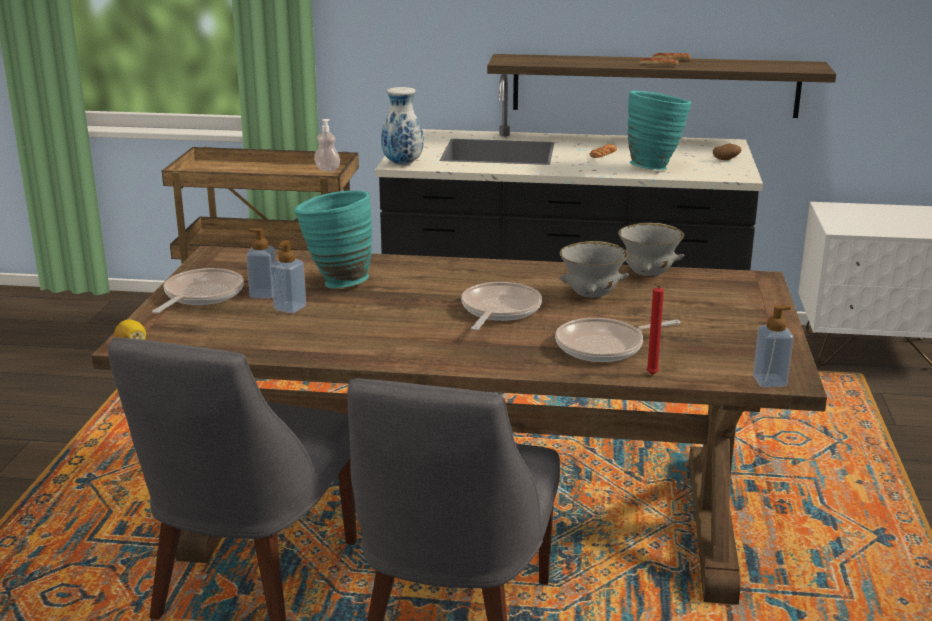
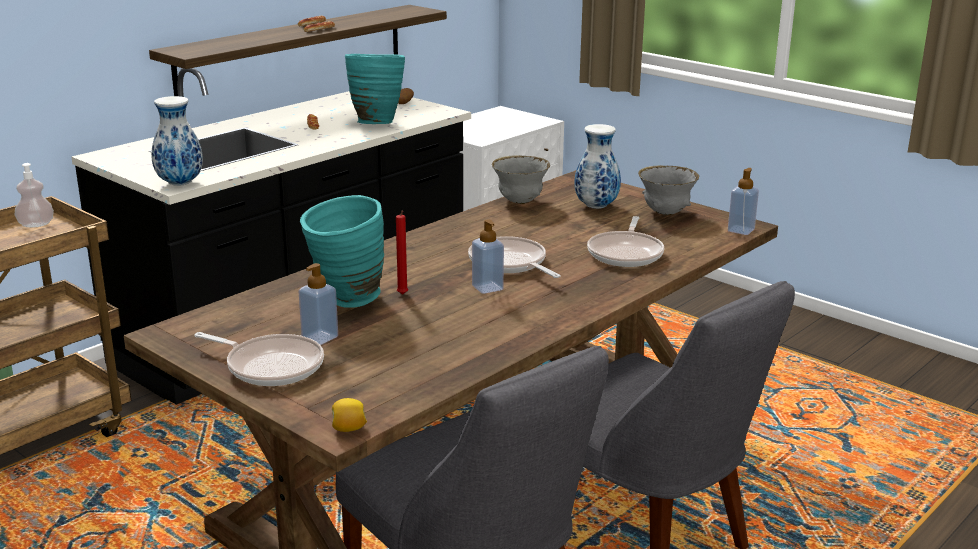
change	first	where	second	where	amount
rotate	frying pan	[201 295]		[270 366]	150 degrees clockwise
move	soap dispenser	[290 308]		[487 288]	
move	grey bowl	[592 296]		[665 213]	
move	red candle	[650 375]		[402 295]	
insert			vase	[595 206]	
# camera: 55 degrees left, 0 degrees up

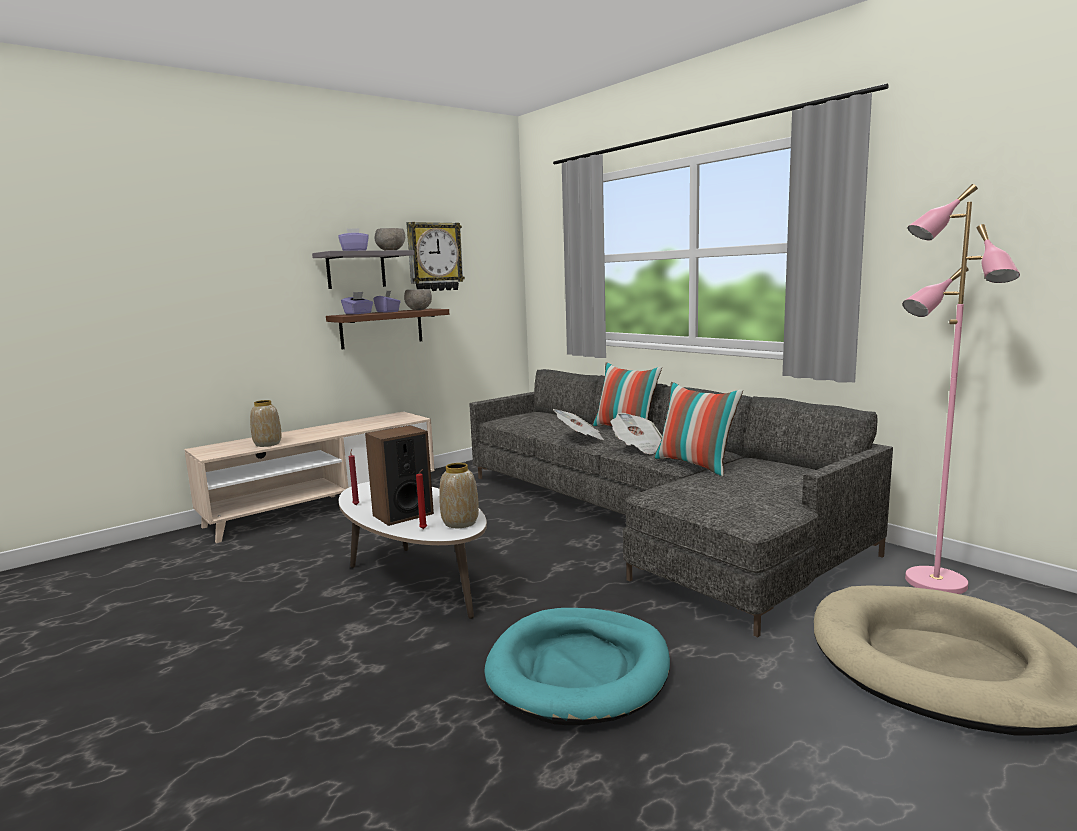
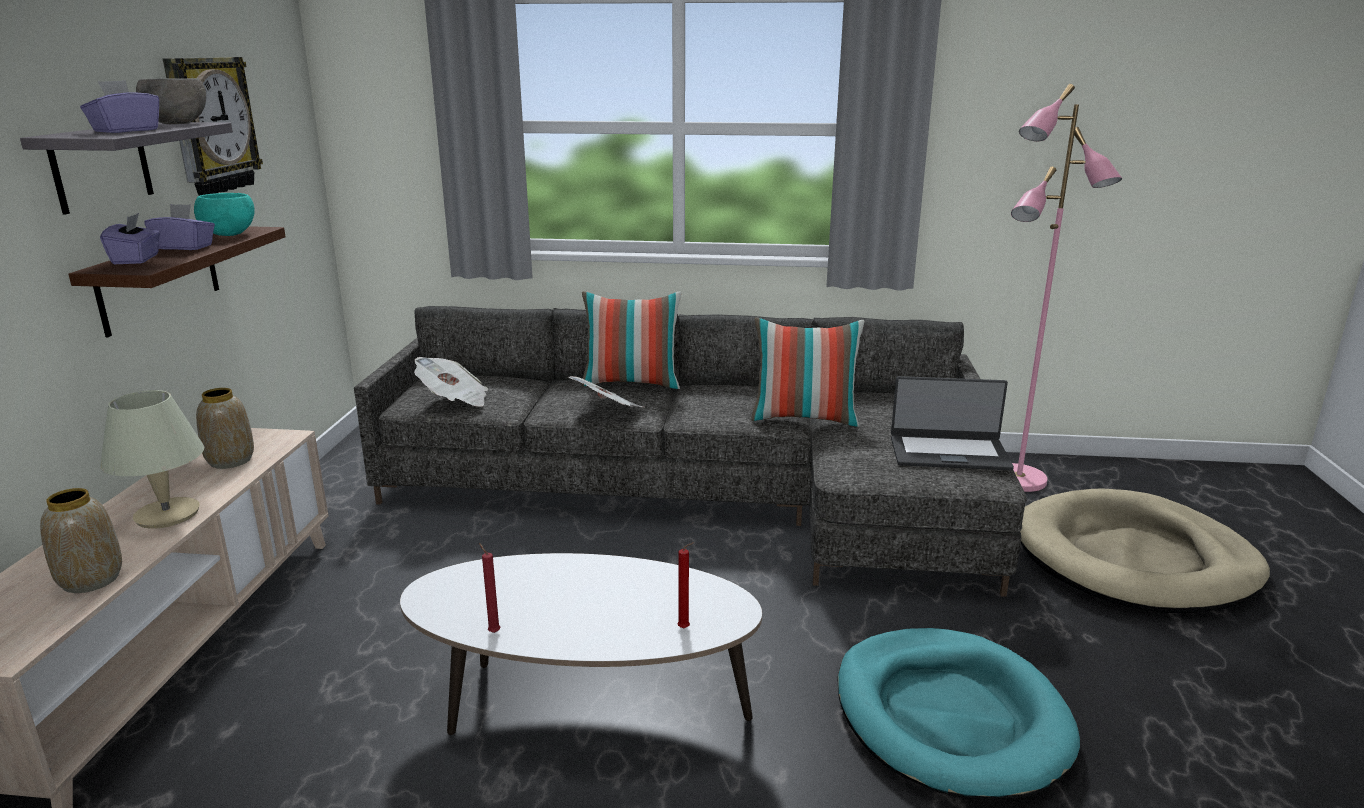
change	first	where	second	where	amount
delete	speaker	[402 514]			
recolor	grey bowl	[418 310]	turquoise bowl	[228 234]	
move	vase	[460 523]		[231 460]	
move	newspaper	[638 447]		[454 400]	
insert			beige table lamp	[168 514]	
insert			laptop	[948 453]	
# camera: 45 degrees left, 10 degrees up

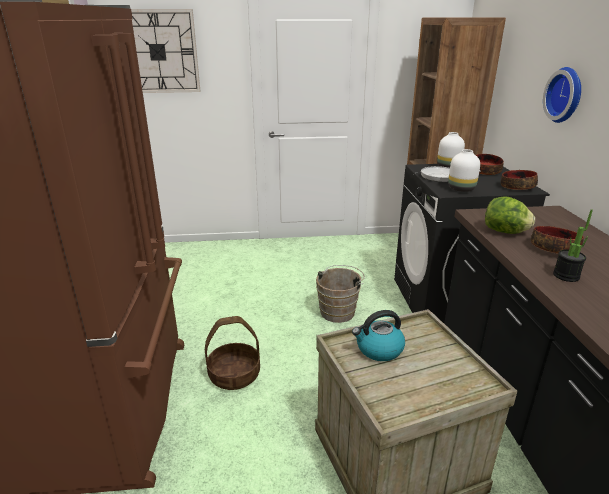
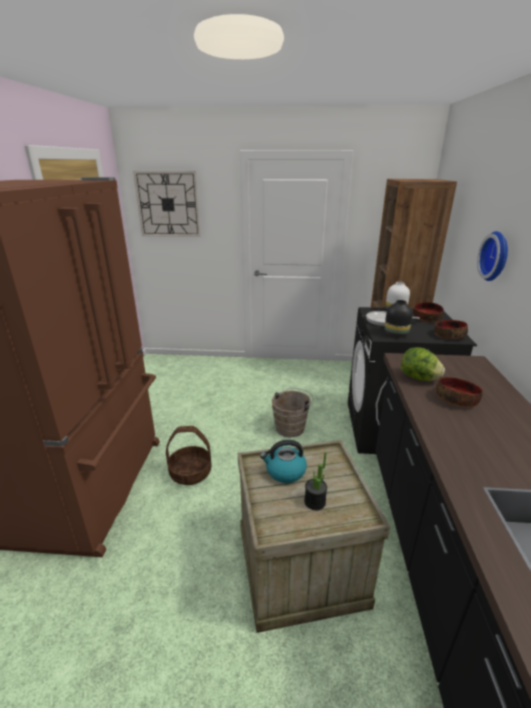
change	first	where	second	where	amount
recolor	white vase	[461 189]	black vase	[395 334]	
move	potted plant	[566 276]		[315 502]	
# camera: 10 degrees right, 0 degrees up

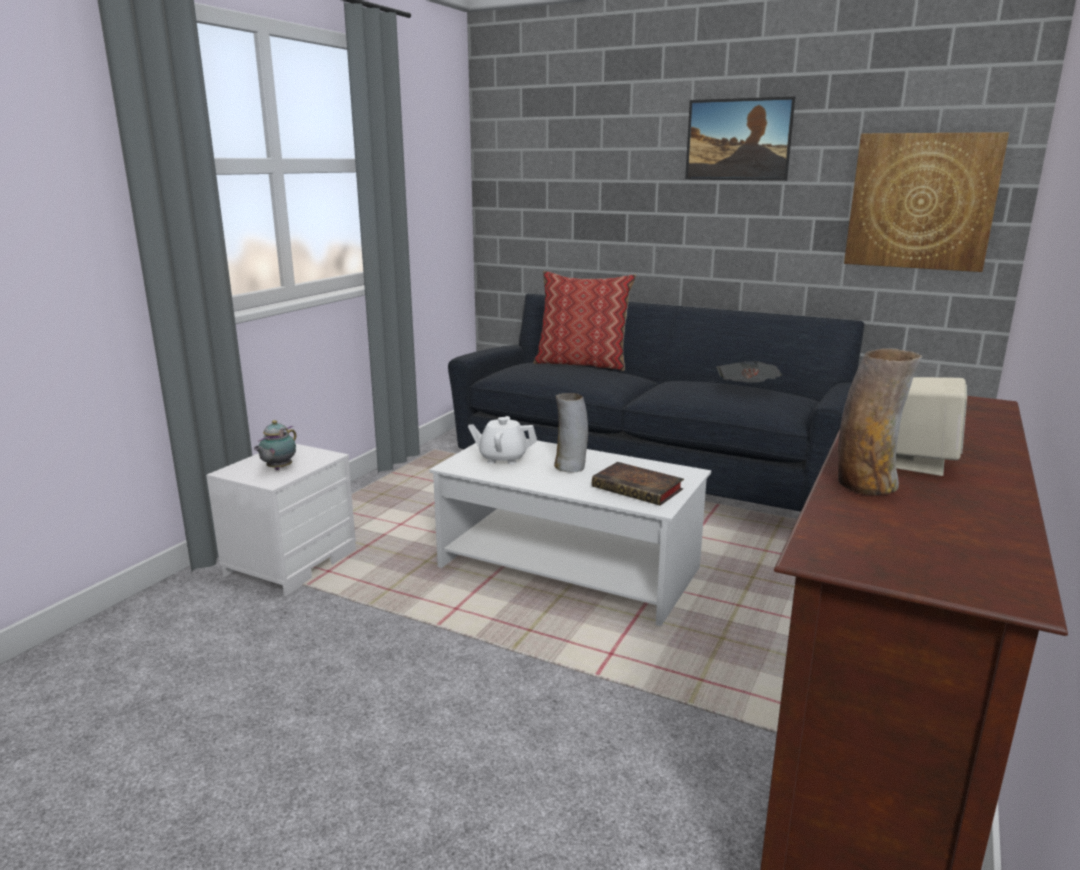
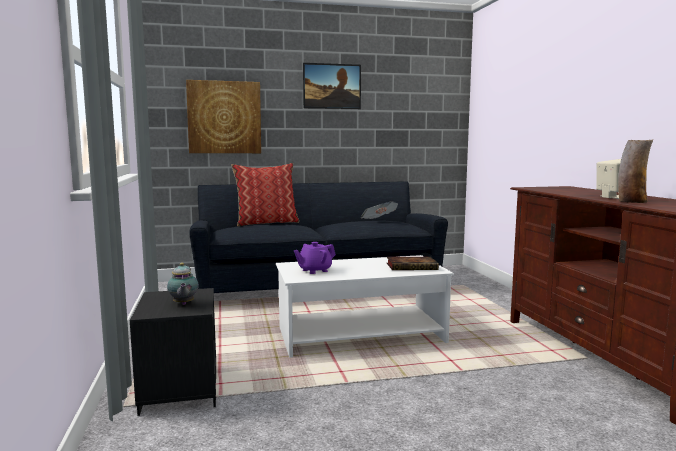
change	first	where	second	where	amount
recolor	white nightstand	[291 562]	black nightstand	[179 389]	
recolor	white teapot	[503 458]	purple teapot	[314 270]	
delete	vase	[570 467]			
move	picture	[921 201]		[224 117]	
# camera: 40 degrees left, 10 degrees down

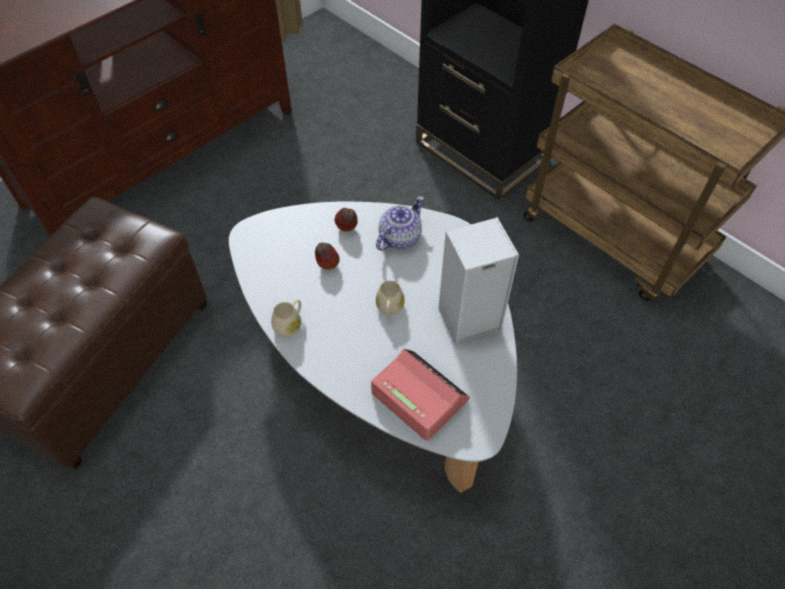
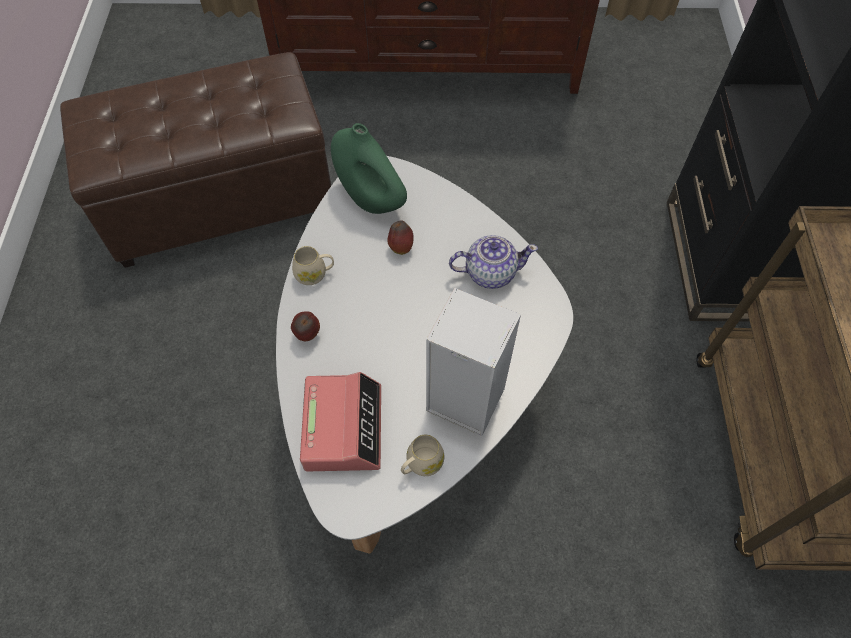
change	first	where	second	where	amount
move	apple	[347 228]		[307 335]	
move	beige mug	[389 309]		[421 464]	
insert			green vase	[371 199]	
# camera: 45 degrees right, 5 degrees up

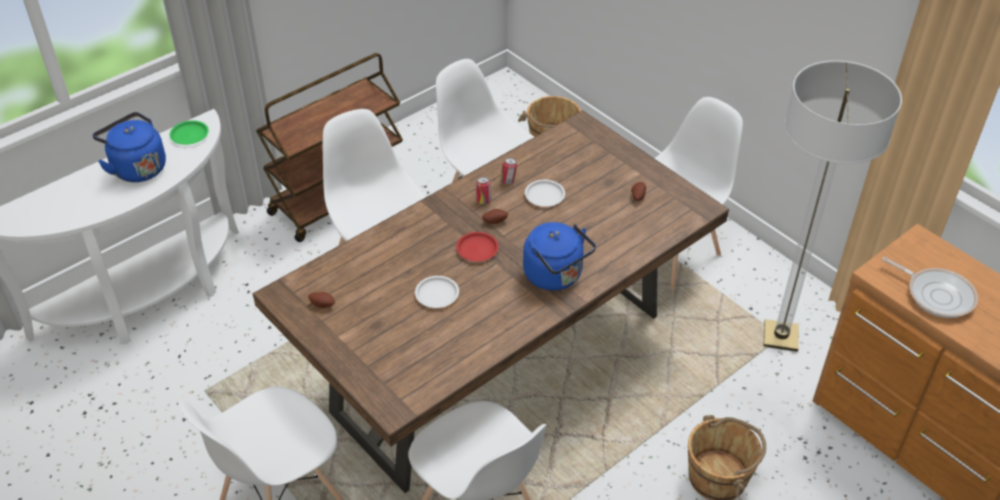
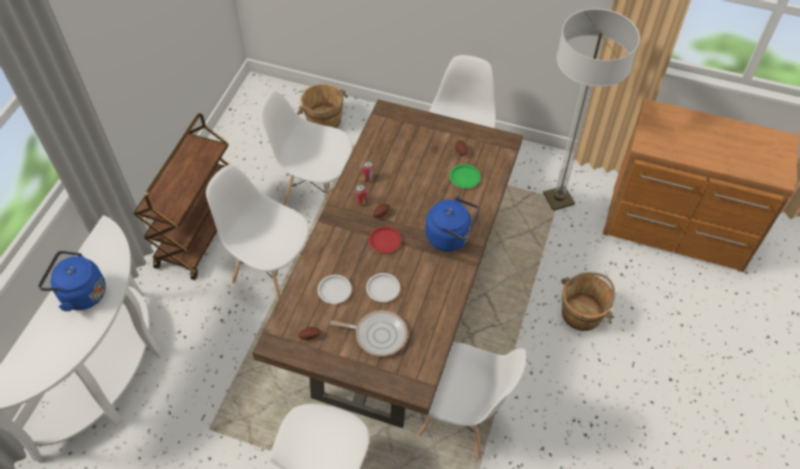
change	first	where	second	where	amount
move	green plate	[189 135]		[465 178]	
move	white plate	[545 196]		[335 291]	
move	frying pan	[936 294]		[378 334]	
# camera: 30 degrees left, 10 degrees up

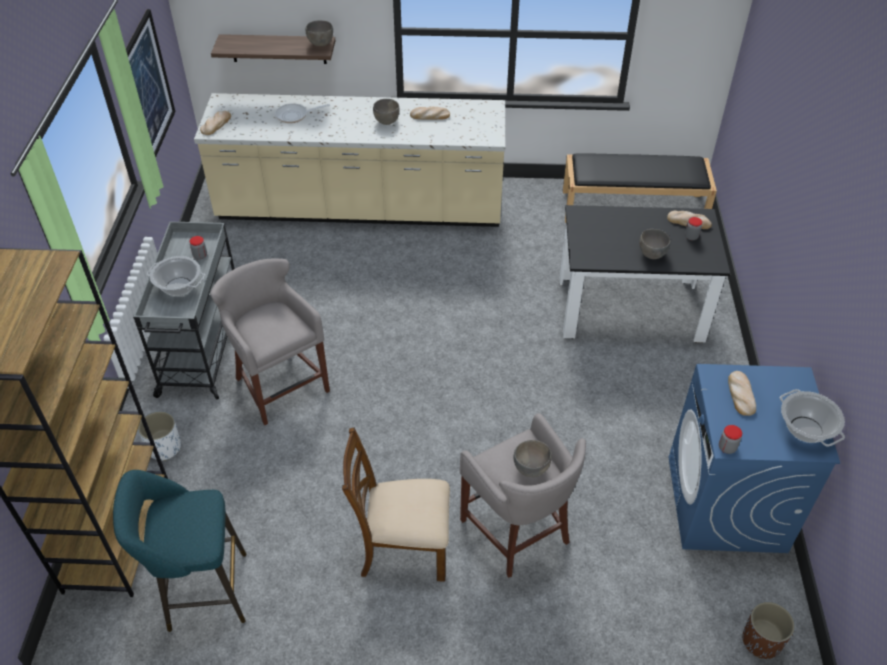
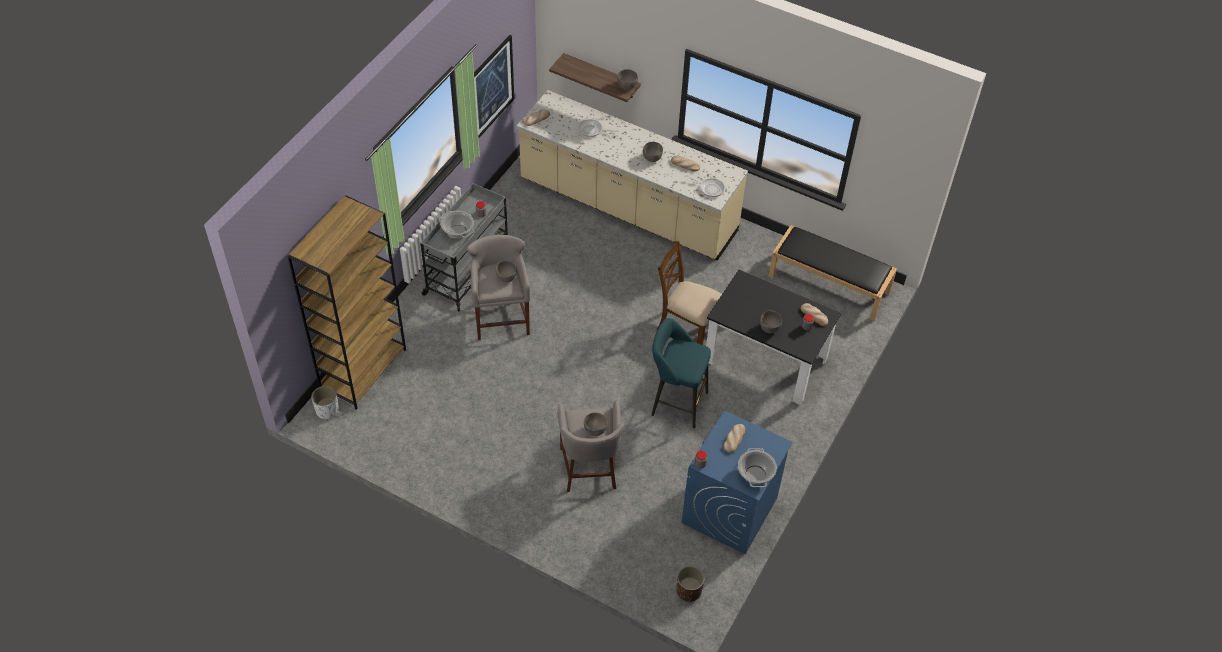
change	first	where	second	where	amount
move	turquoise stool	[201 592]		[676 402]	
move	white planter	[164 448]		[327 410]	
move	brown chair	[403 547]		[686 325]	
insert			grey bowl	[506 277]	
insert			frying pan	[709 188]	
# camera: 25 degrees right, 5 degrees up

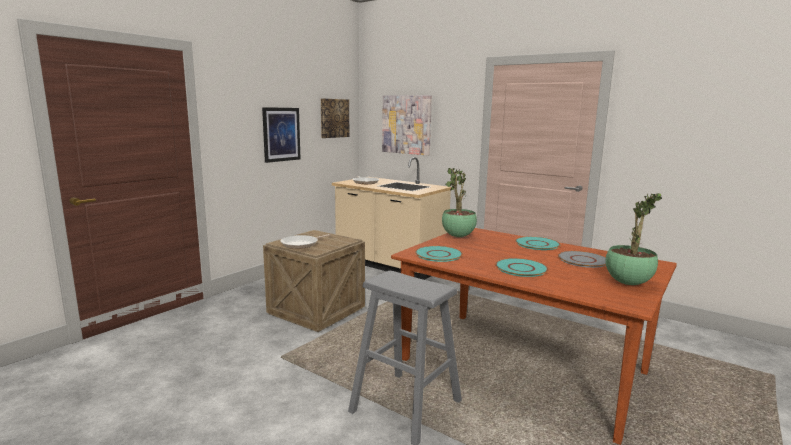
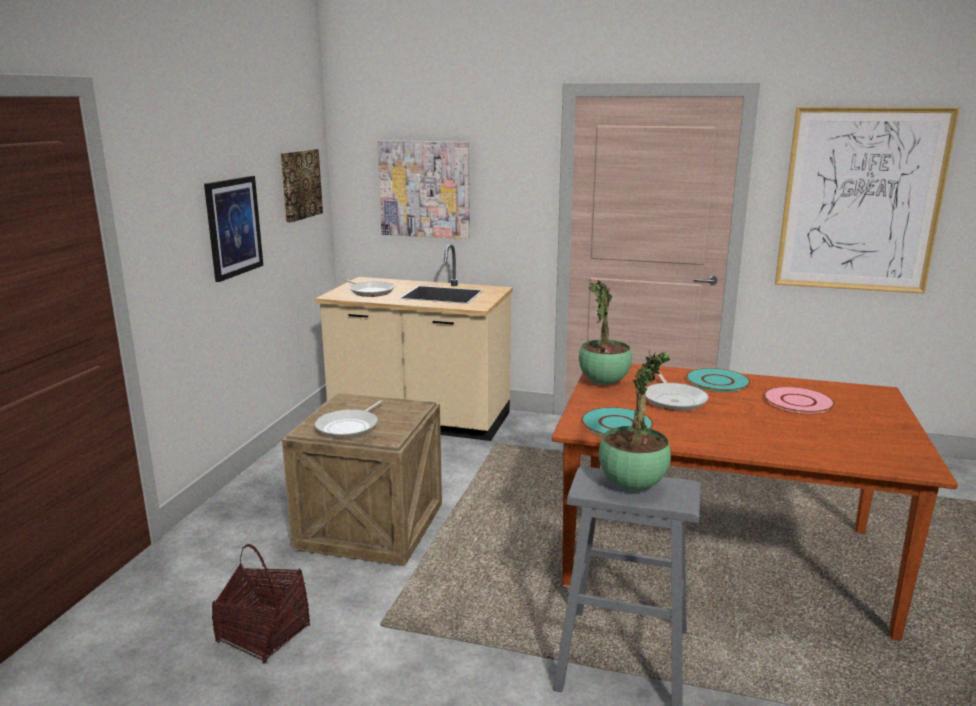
change	first	where	second	where	amount
delete	turquoise plate	[521 268]			
recolor	grey plate	[582 260]	pink plate	[798 402]	
move	potted plant	[628 283]		[632 484]	
insert			basket	[263 634]	
insert			frying pan	[674 400]	
insert			picture	[860 200]	
# camera: 20 degrees left, 5 degrees up

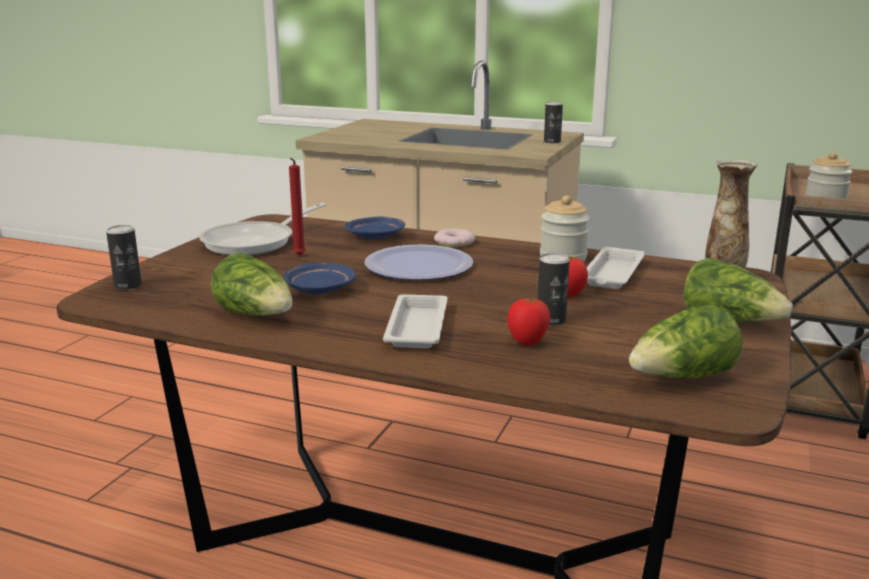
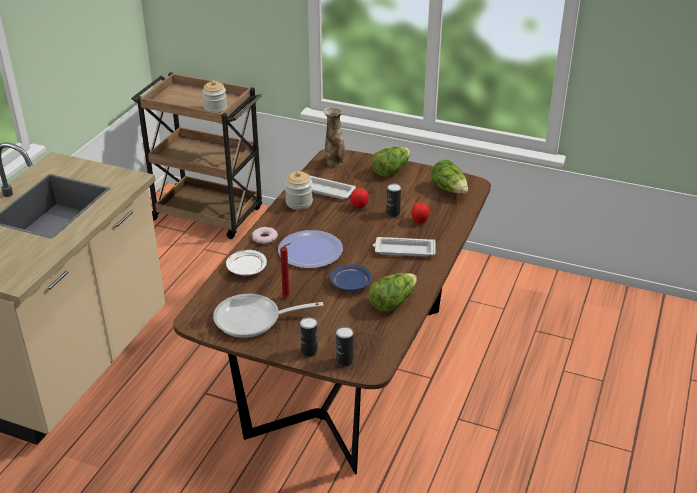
change	first	where	second	where	amount
rotate	frying pan	[255 242]		[254 320]	135 degrees clockwise
recolor	blue plate	[376 236]	white plate	[246 268]	
move	can	[552 142]		[309 351]	
# camera: 90 degrees left, 15 degrees up

